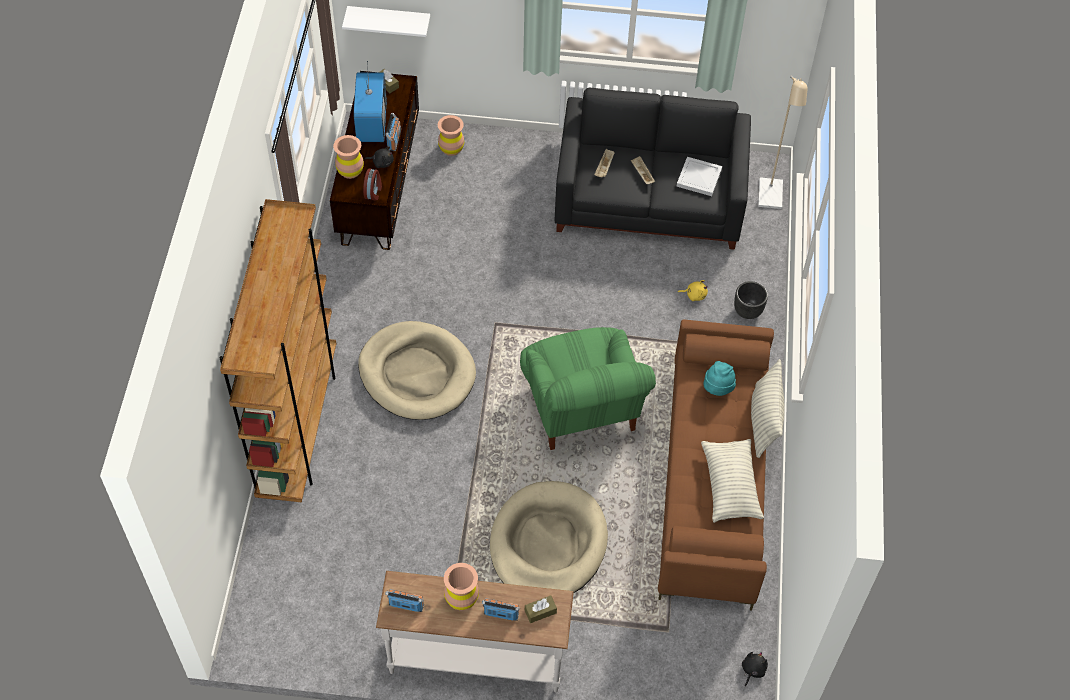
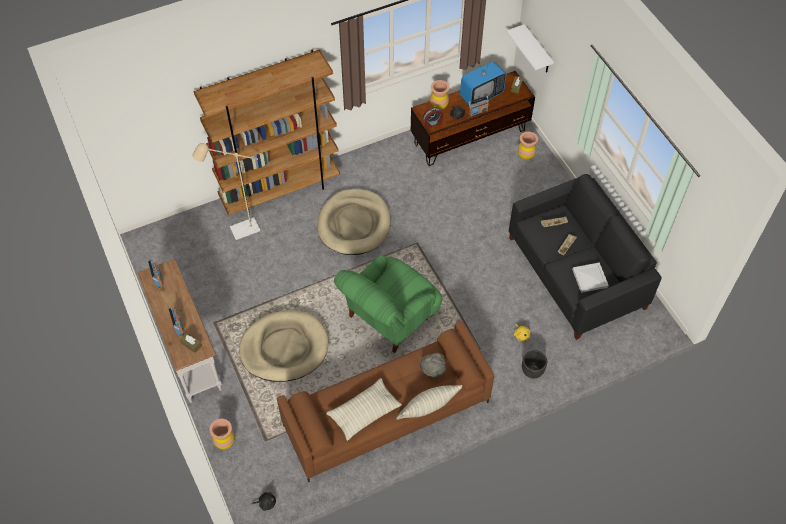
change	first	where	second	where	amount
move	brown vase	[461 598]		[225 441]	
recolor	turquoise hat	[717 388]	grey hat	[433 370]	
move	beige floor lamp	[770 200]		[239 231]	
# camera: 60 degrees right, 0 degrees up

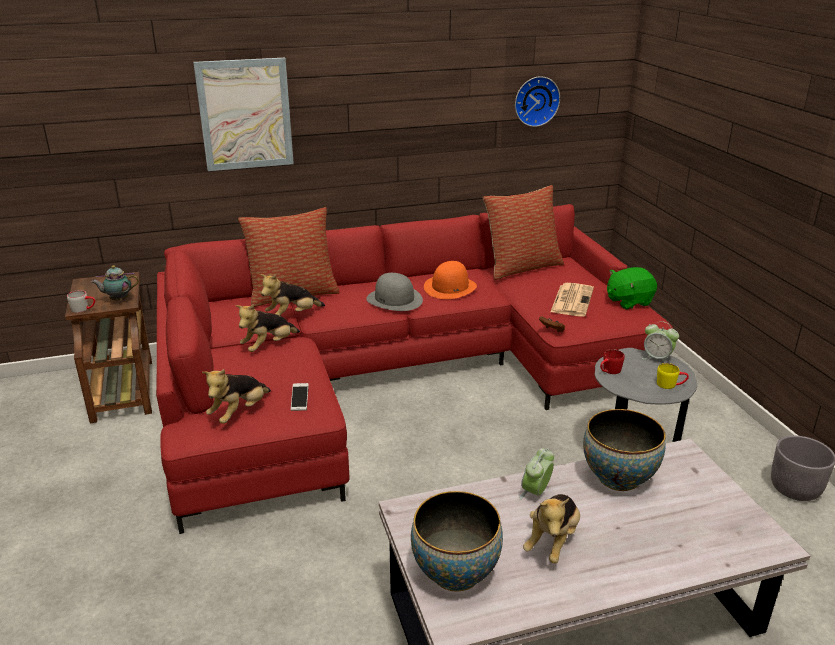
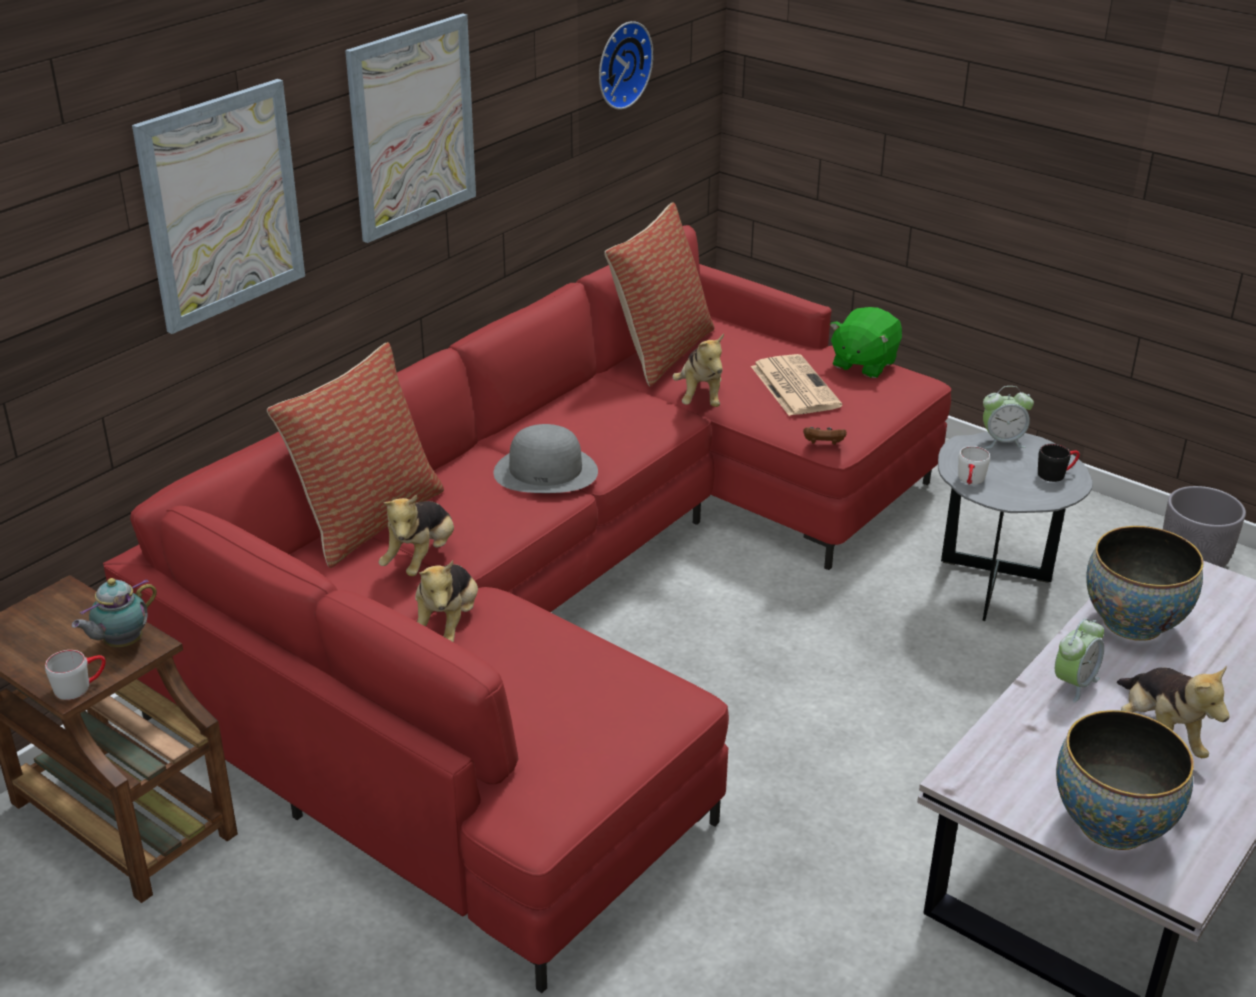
change	first	where	second	where	amount
move	plush toy	[239 412]		[700 397]	
delete	phone	[300 401]			
delete	orange hat	[450 287]			
rotate	alarm clock	[535 492]		[1074 684]	135 degrees counterclockwise
recolor	red mug	[609 371]	white mug	[970 481]	
recolor	yellow mug	[670 385]	black mug	[1056 473]	
insert			picture	[412 127]	
# camera: 35 degrees left, 5 degrees up

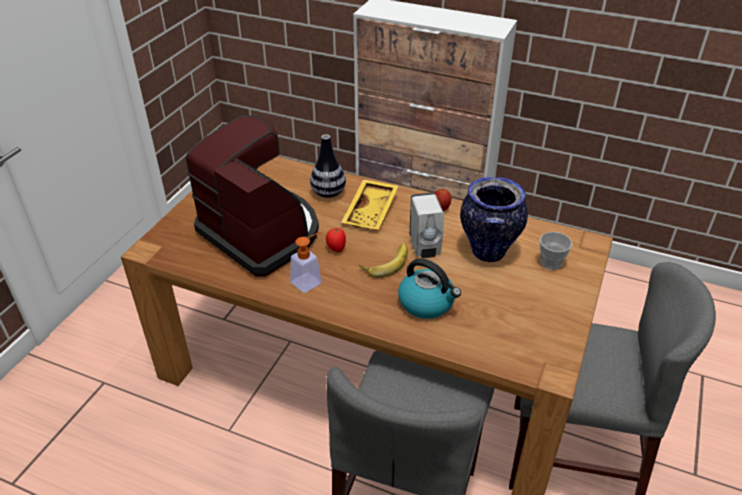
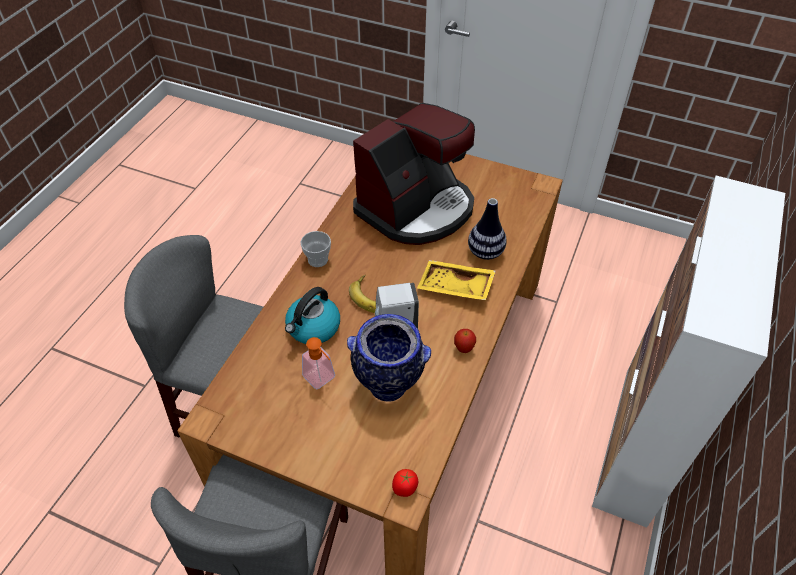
change	first	where	second	where	amount
move	soap dispenser	[310 280]		[322 380]	
move	tomato	[336 249]		[405 489]	
move	cup	[551 263]		[318 259]	
# camera: 90 degrees right, 10 degrees up

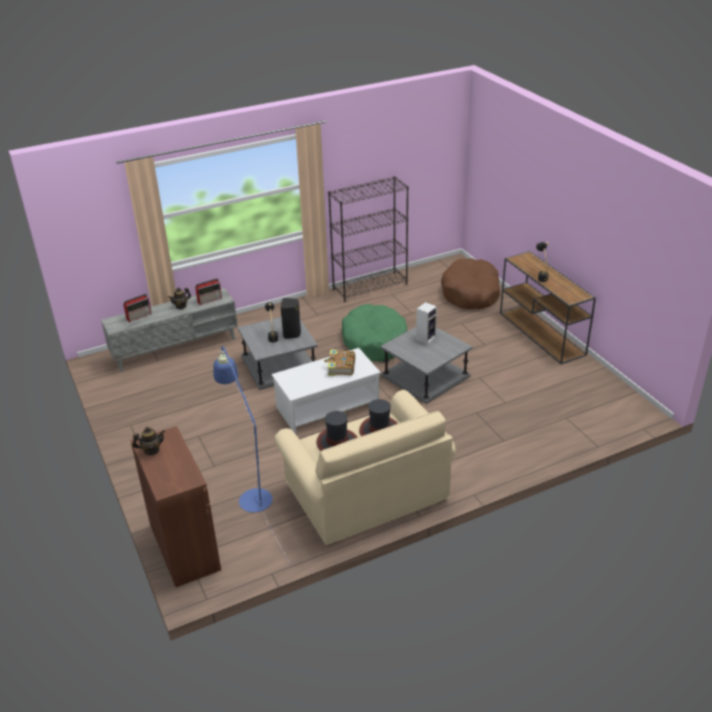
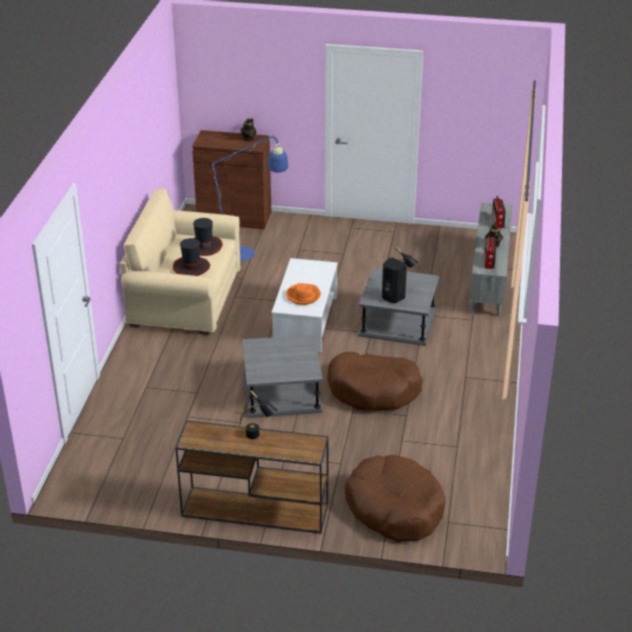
change	first	where	second	where	amount
replace	book	[340 367]	orange hat	[303 295]	
delete	black bookcase	[370 287]			
recolor	green dog bed	[375 341]	brown dog bed	[374 390]	
delete	speaker	[426 338]			
# camera: 125 degrees right, 0 degrees up

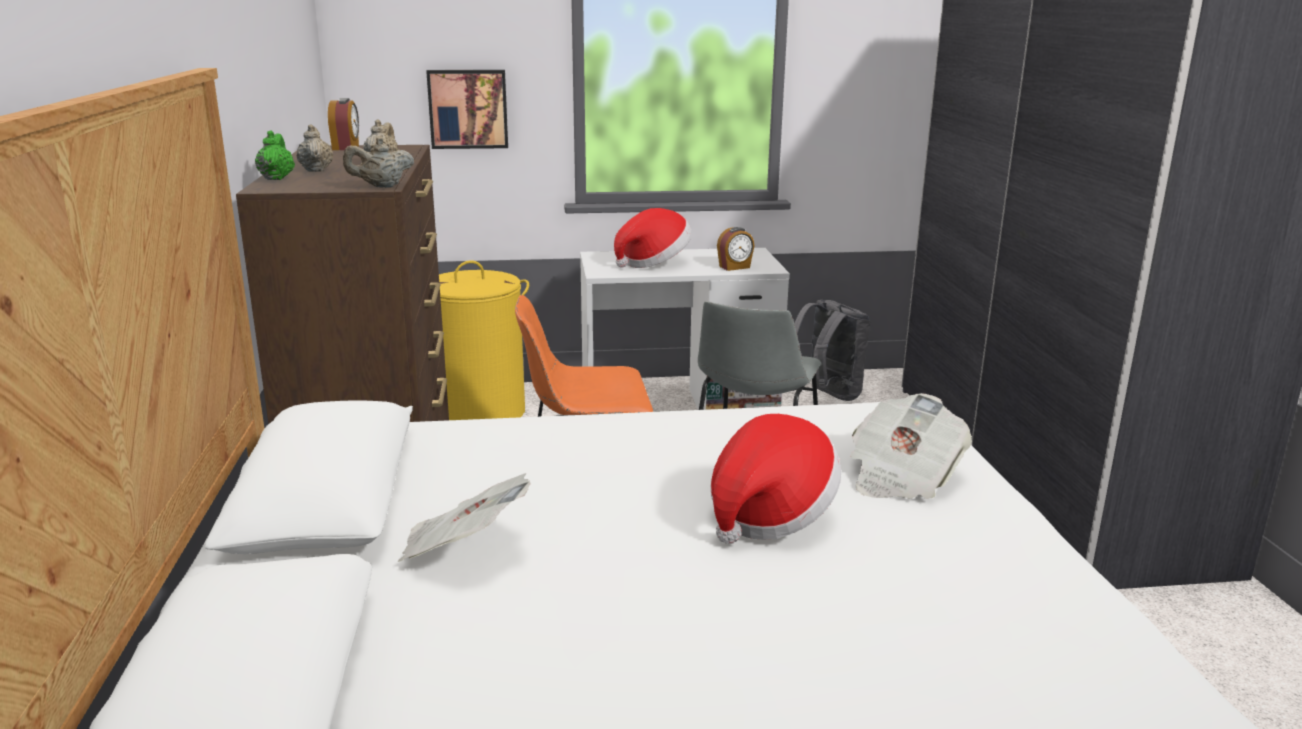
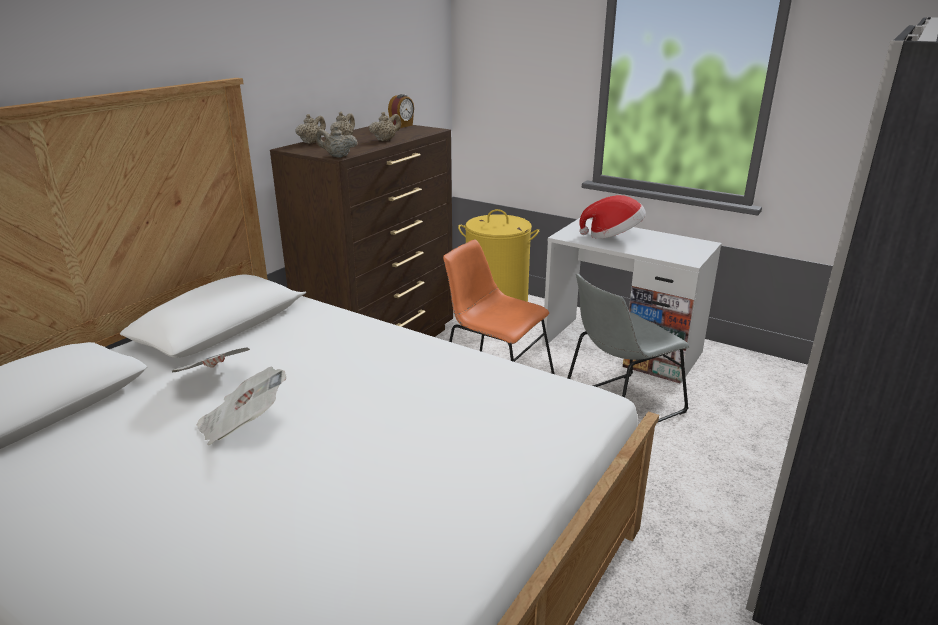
change	first	where	second	where	amount
recolor	green teapot	[277 178]	beige teapot	[311 142]	
delete	picture	[468 109]			
delete	hat	[769 515]			
delete	alarm clock	[735 267]			
delete	grey backpack	[826 395]			
move	newspaper	[901 477]		[243 425]	
# camera: 40 degrees right, 5 degrees up

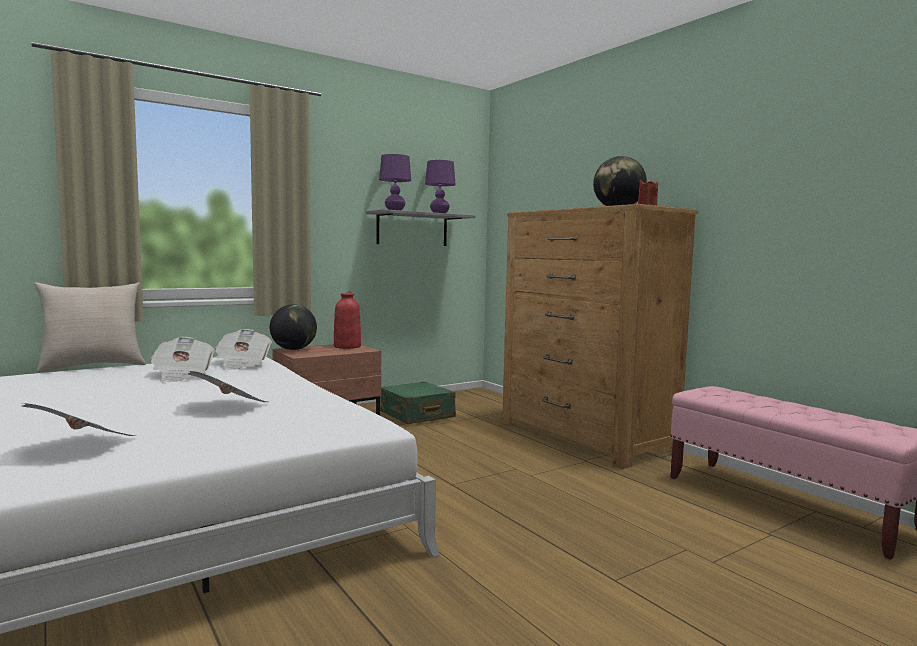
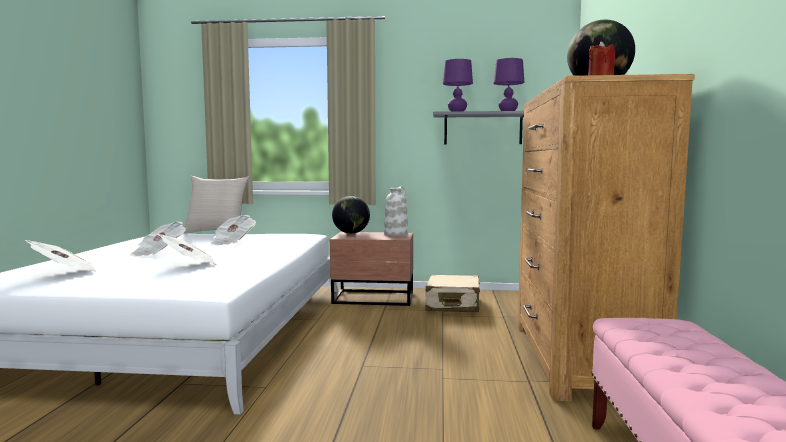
change	first	where	second	where	amount
move	newspaper	[242 364]		[158 253]	
recolor	red vase	[347 346]	white vase	[396 234]	
recolor	green suitcase	[416 415]	beige suitcase	[453 305]	
# camera: 40 degrees right, 0 degrees up

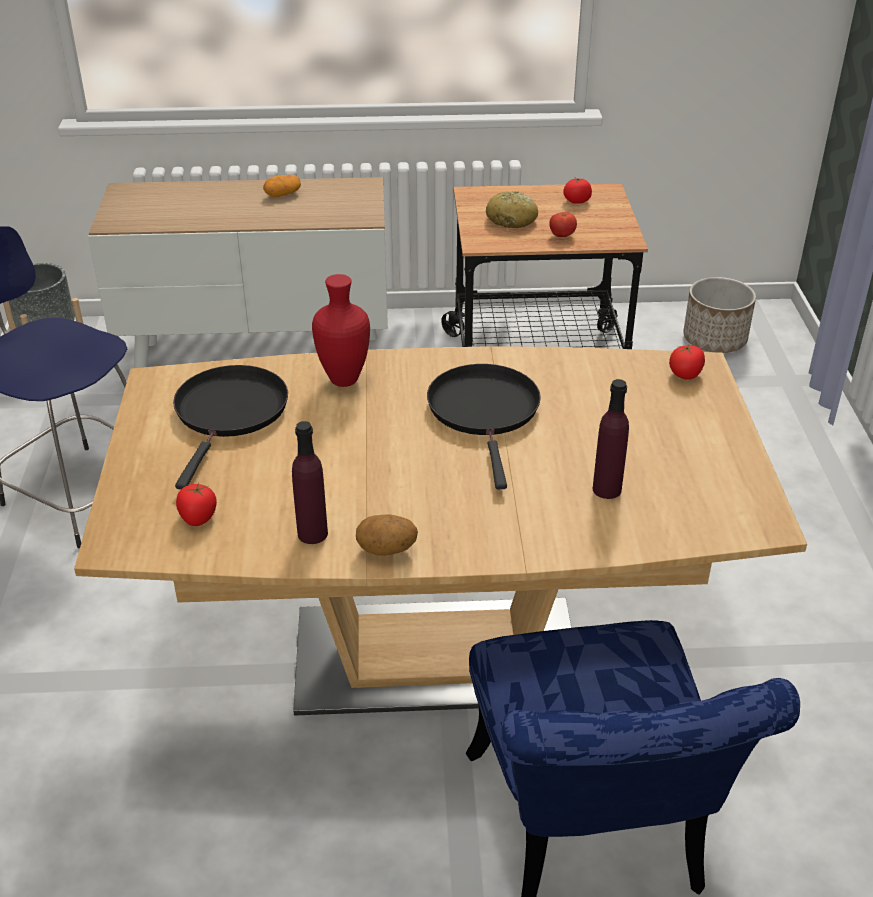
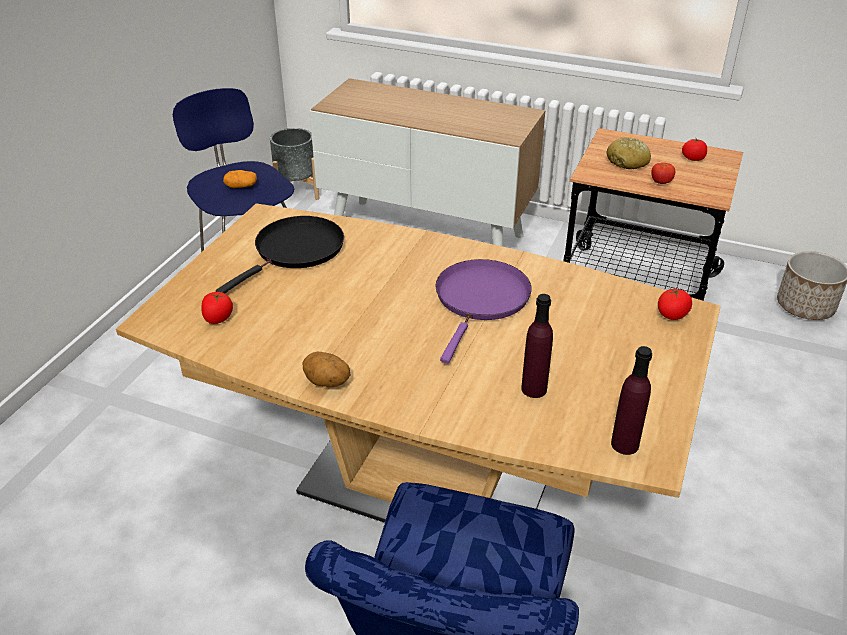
change	first	where	second	where	amount
move	potato	[282 194]		[241 186]	
move	purple bottle	[312 534]		[624 444]	
delete	red vase	[344 379]			
recolor	black frying pan	[485 412]	purple frying pan	[481 300]	
# camera: 25 degrees right, 0 degrees up

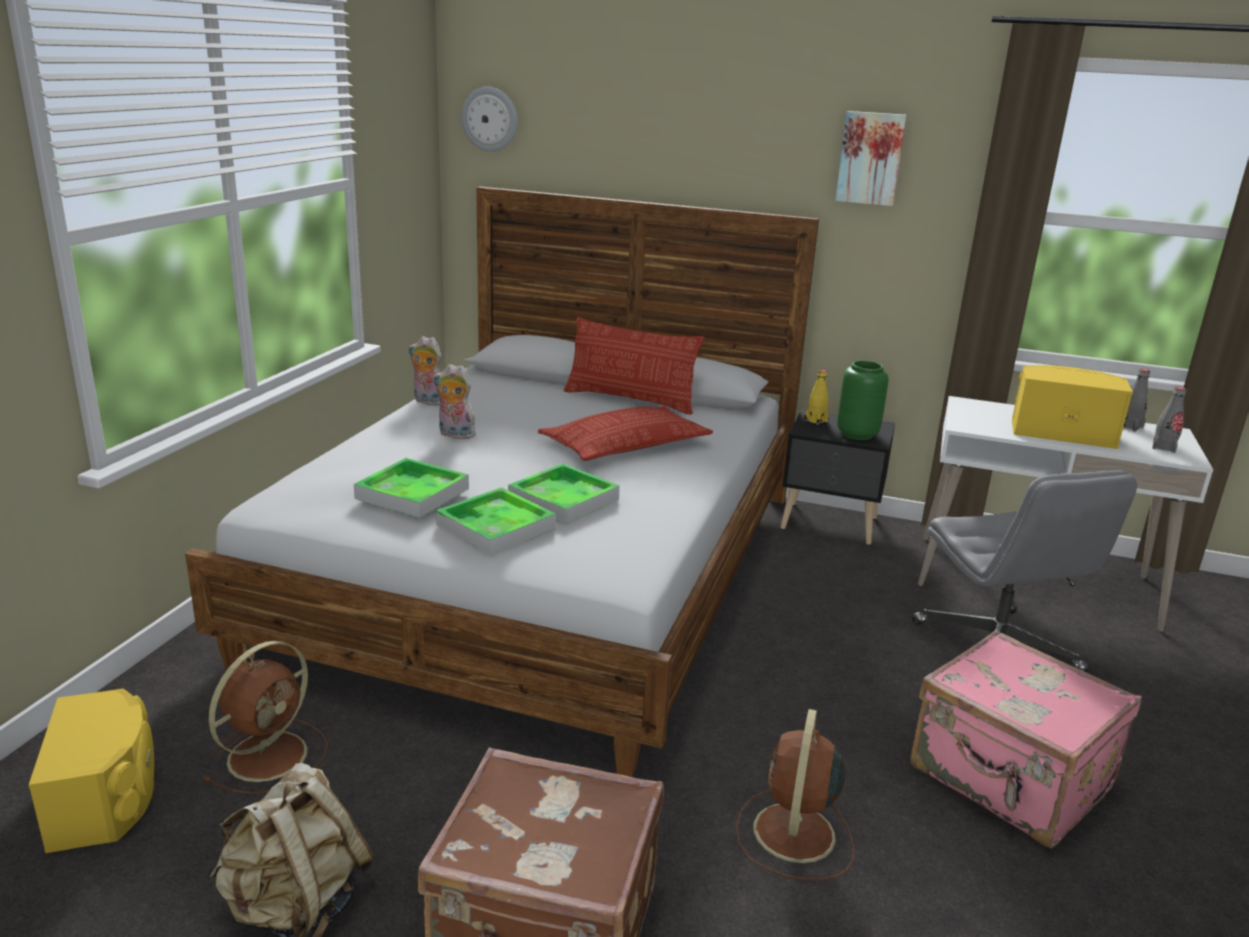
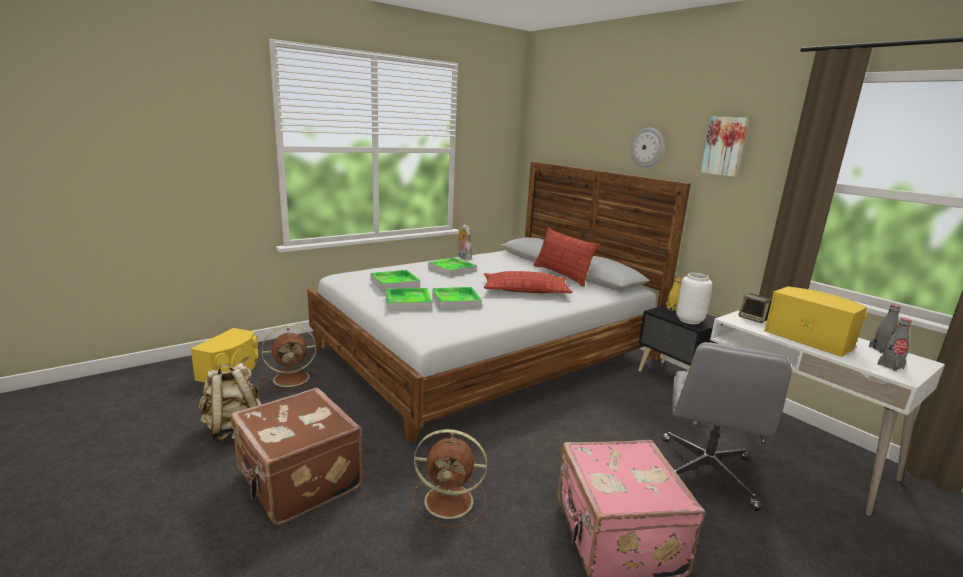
change	first	where	second	where	amount
replace	plush toy	[454 435]	tray	[452 270]	
move	wall clock	[490 119]		[648 147]	
rotate	brown fan	[793 835]		[451 501]	135 degrees counterclockwise
recolor	green vase	[858 434]	white vase	[690 320]	
insert			speaker	[753 319]	
# camera: 35 degrees right, 5 degrees down

